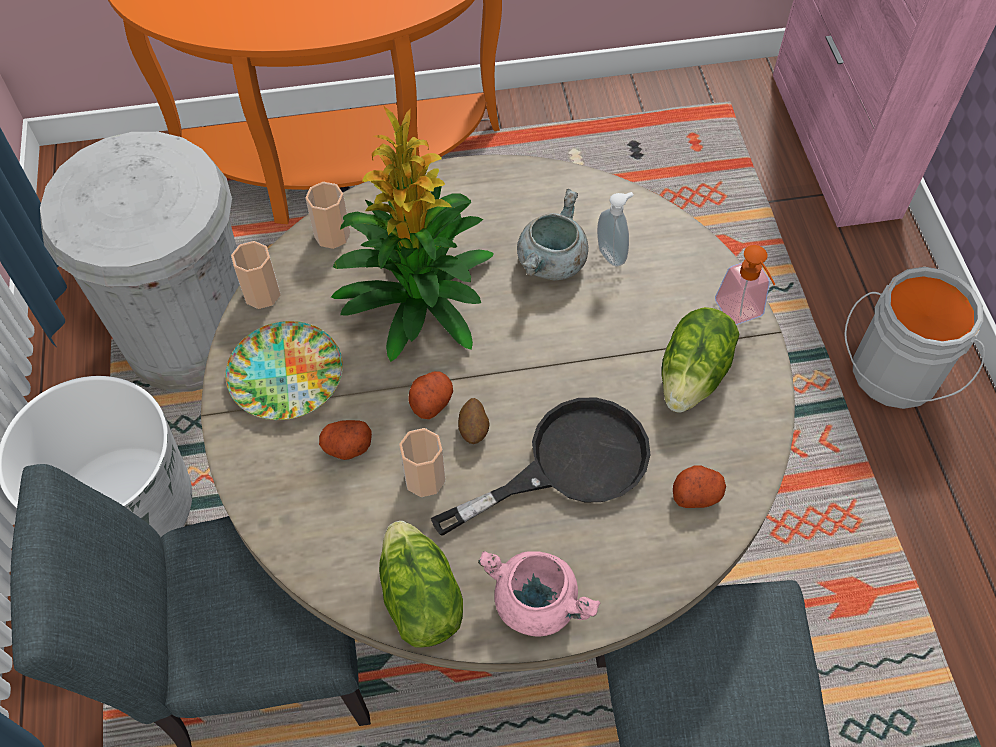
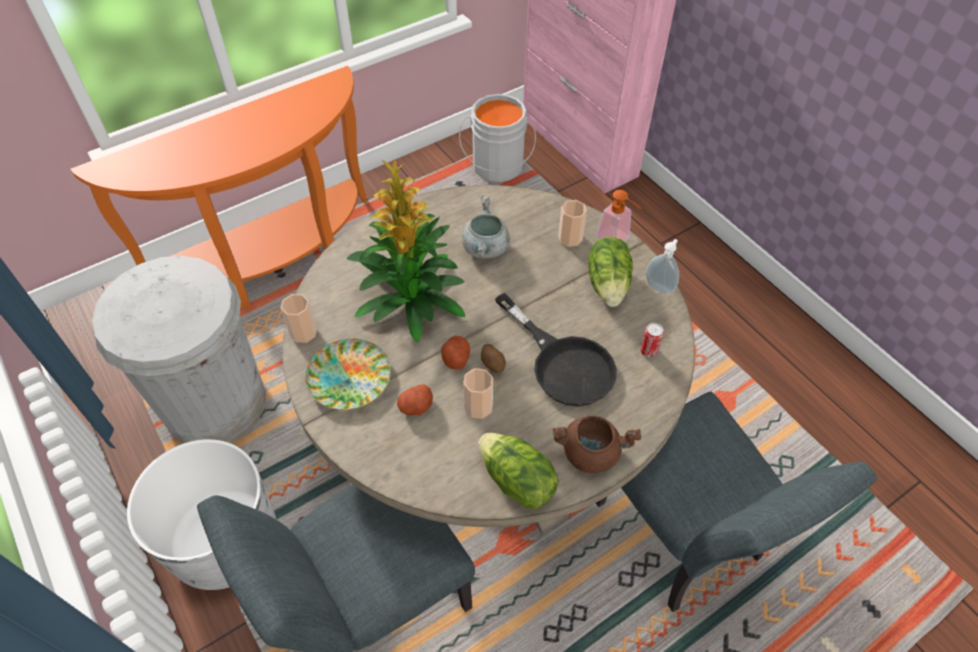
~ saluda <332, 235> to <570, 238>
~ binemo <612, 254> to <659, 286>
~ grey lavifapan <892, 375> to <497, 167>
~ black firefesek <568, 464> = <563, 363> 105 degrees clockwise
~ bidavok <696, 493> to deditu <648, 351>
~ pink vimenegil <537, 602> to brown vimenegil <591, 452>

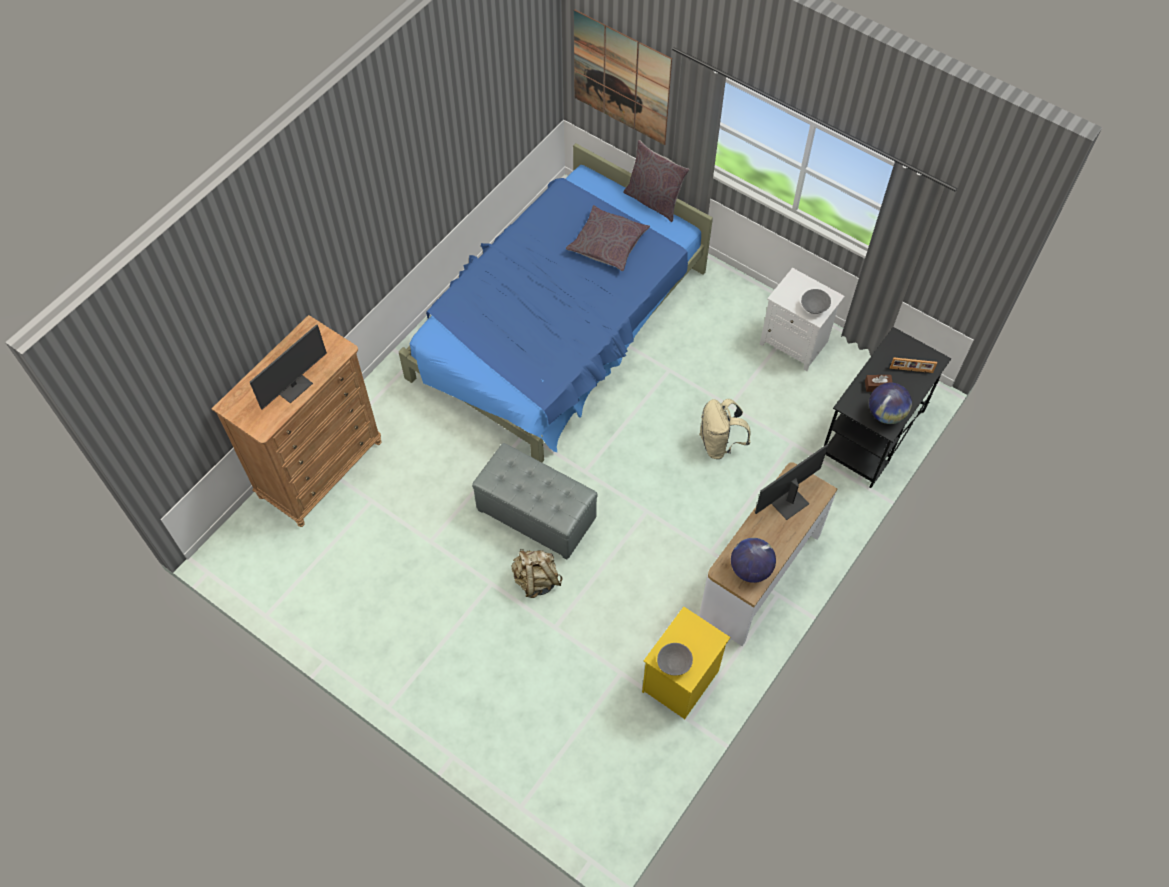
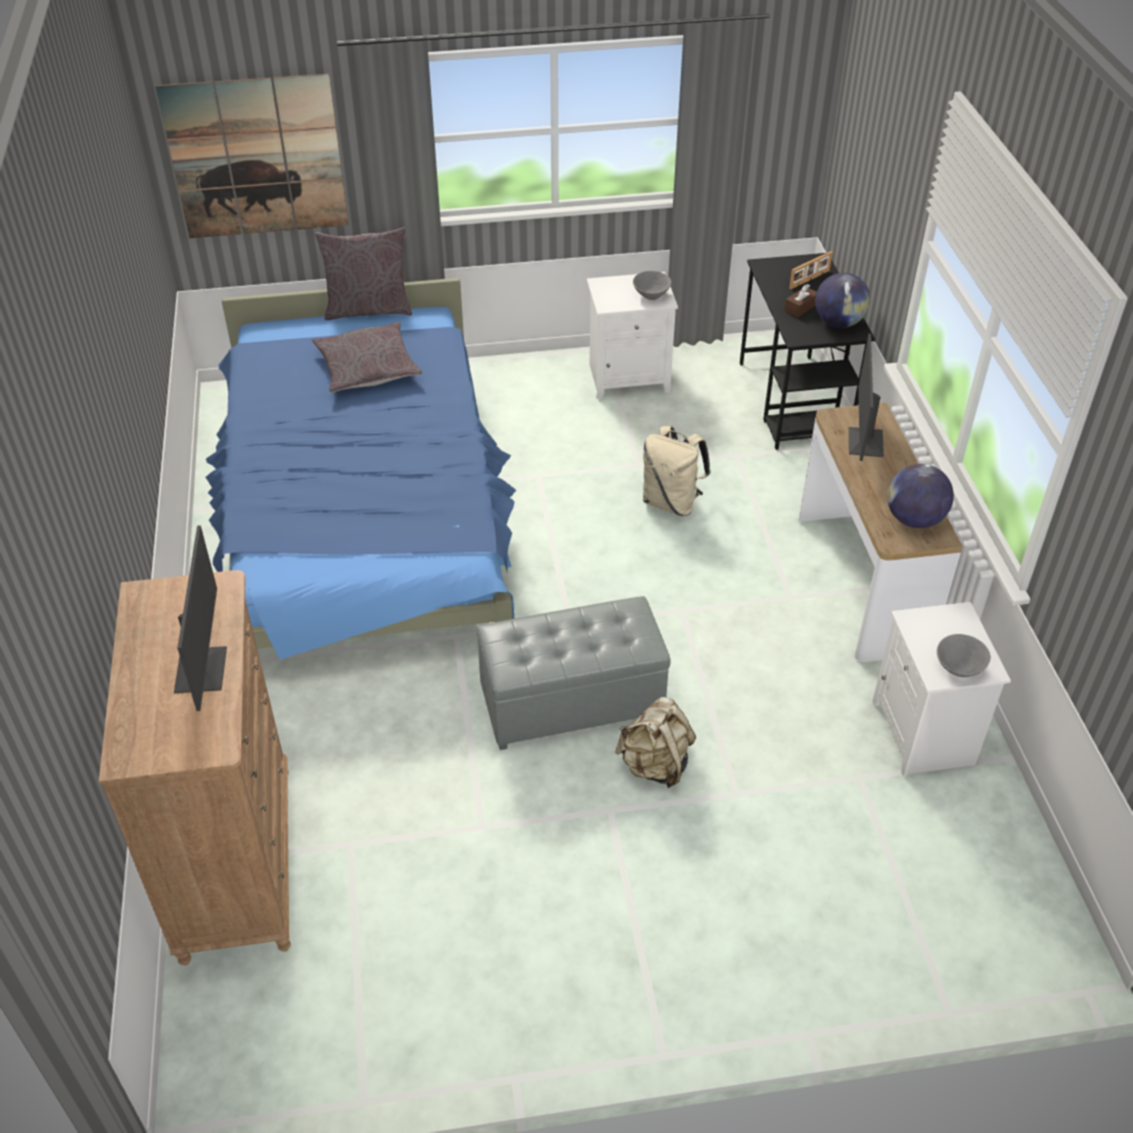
~ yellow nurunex <681, 682> to white nurunex <925, 735>

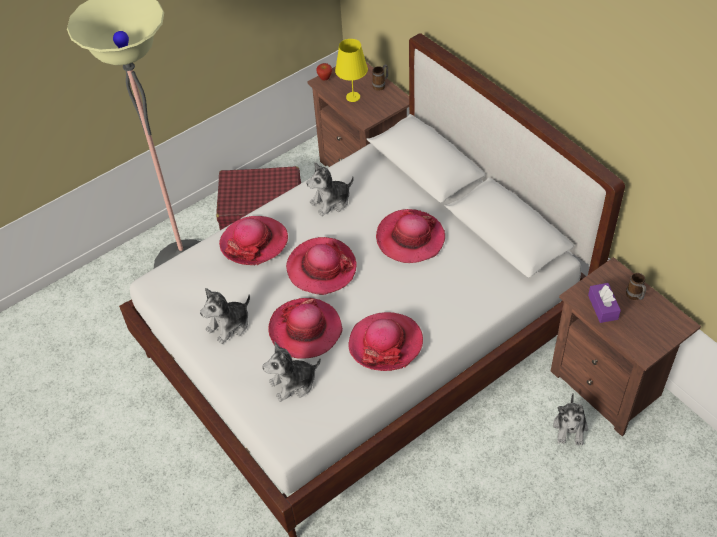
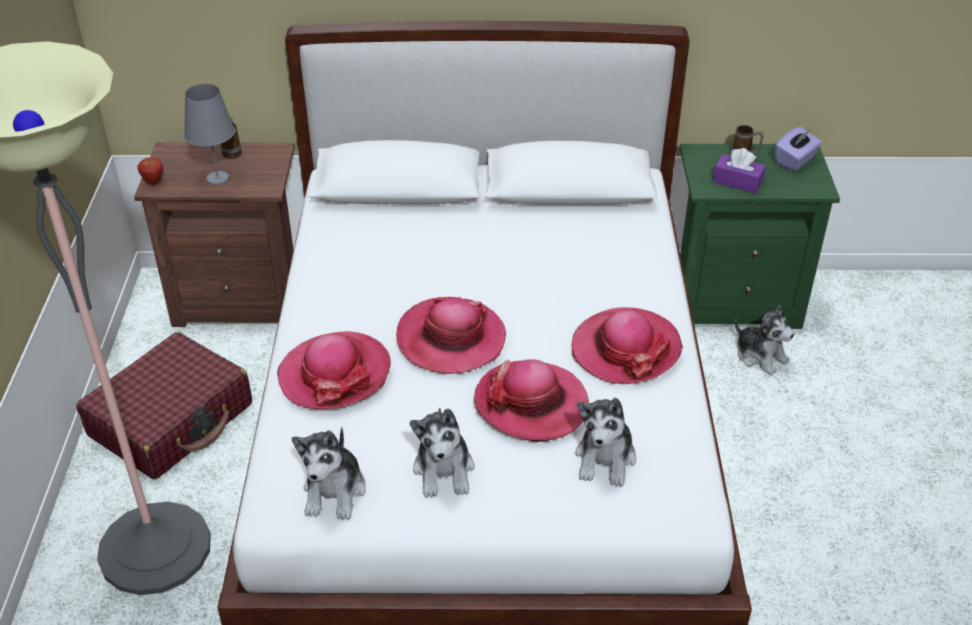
~ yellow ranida <353, 97> to grey ranida <218, 178>
~ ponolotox <331, 202> to <335, 491>
- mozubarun <410, 238>
~ brown nurunex <609, 385> to green nurunex <734, 301>
+ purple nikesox <795, 161>

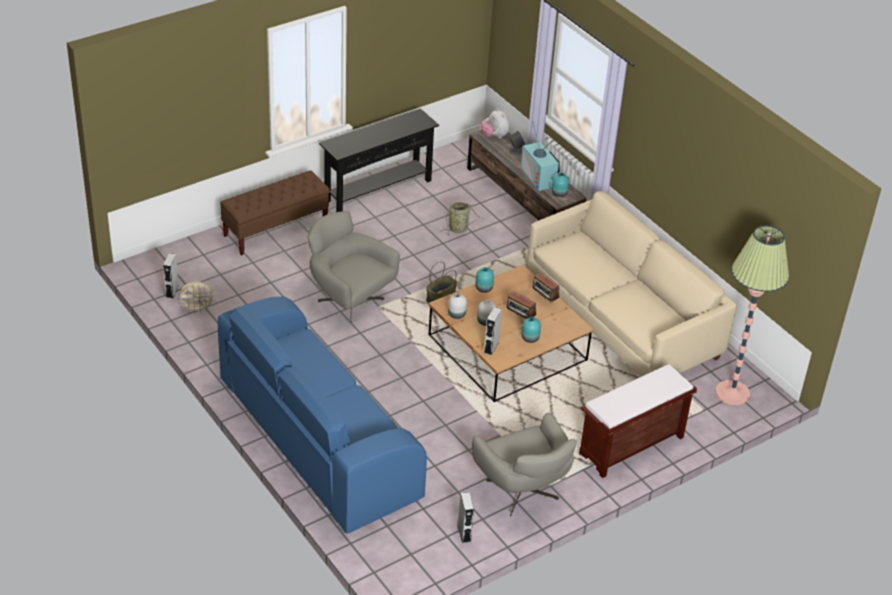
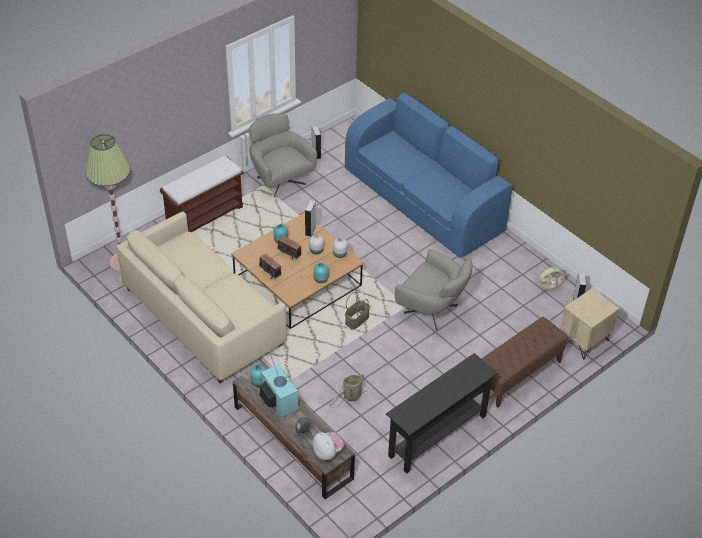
+ beige nurunex <584, 341>

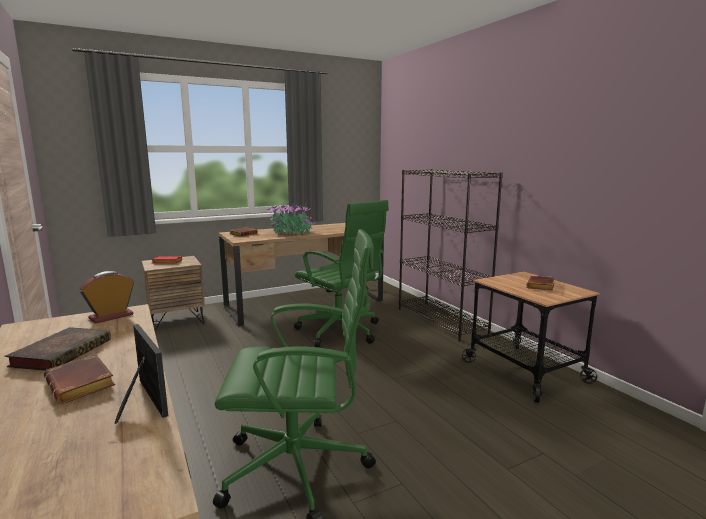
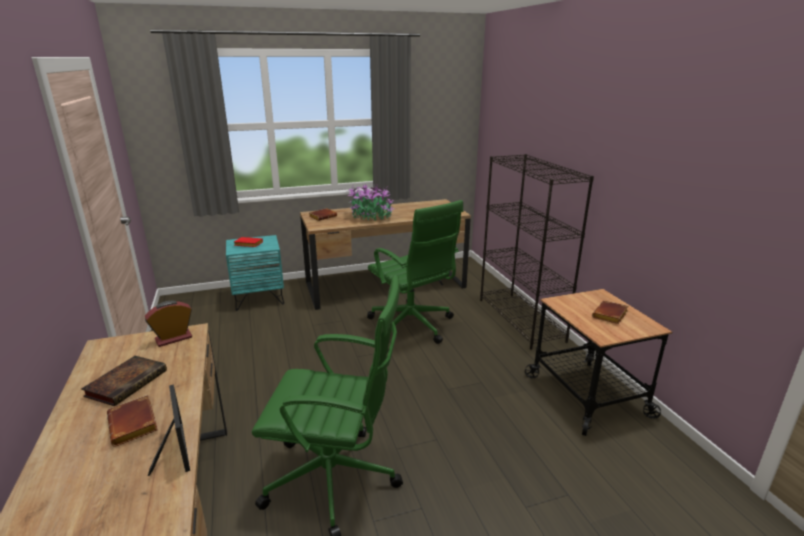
~ brown nurunex <176, 321> to turquoise nurunex <259, 298>

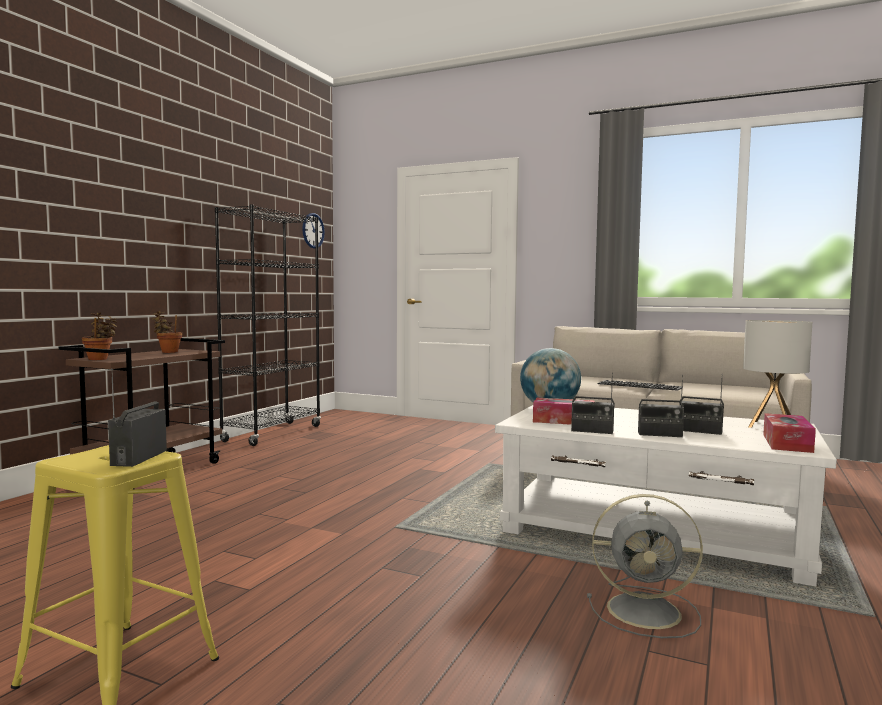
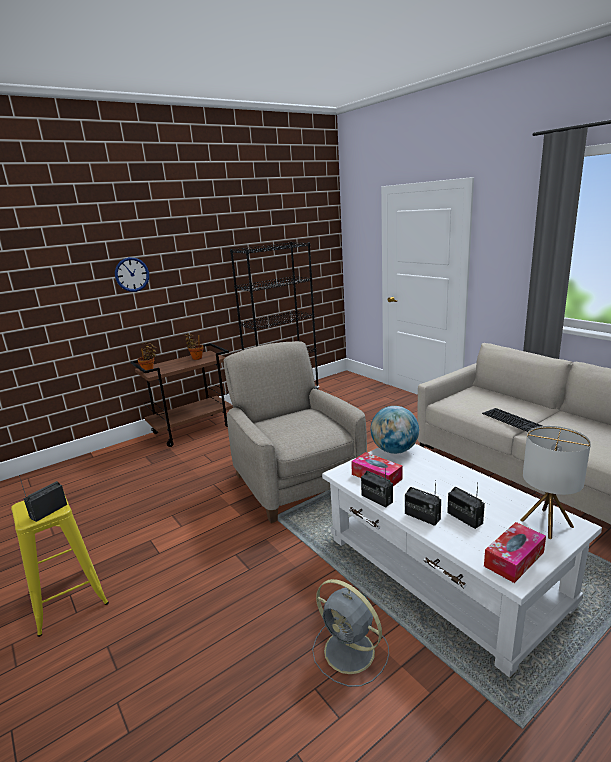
~ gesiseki <313, 230> to <132, 274>
+ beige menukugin <296, 481>

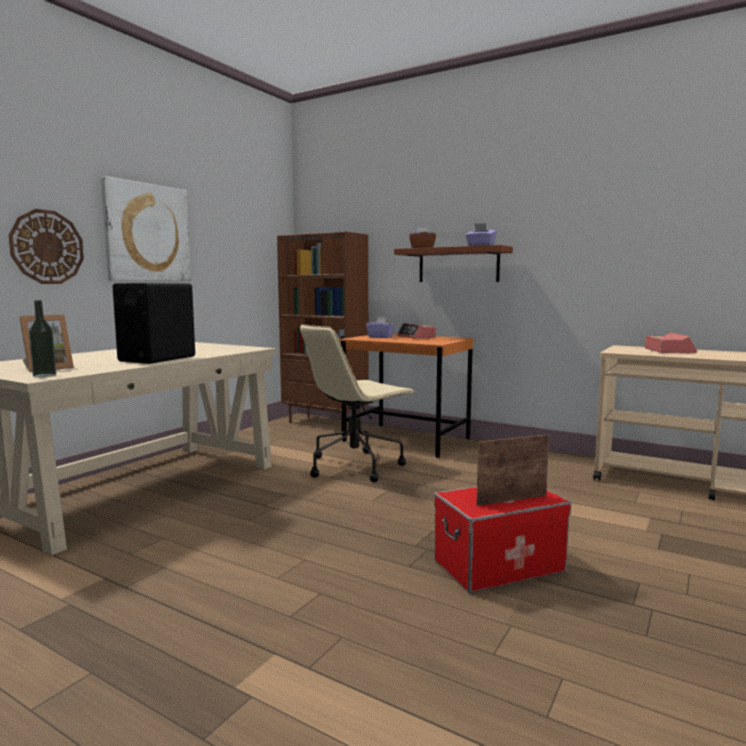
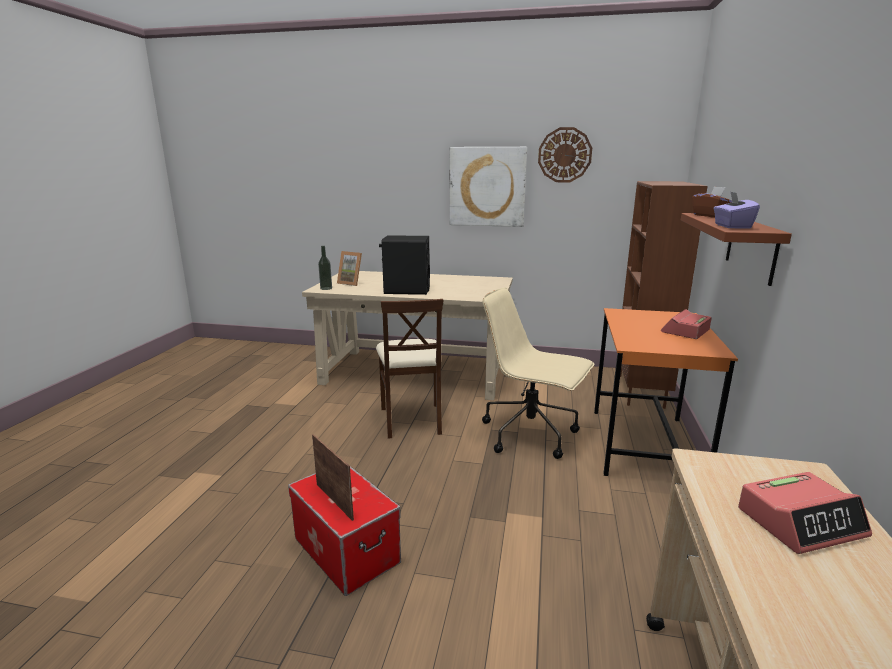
~ gesiseki <47, 247> to <564, 155>
- purple nikesox <380, 337>
+ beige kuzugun <411, 420>

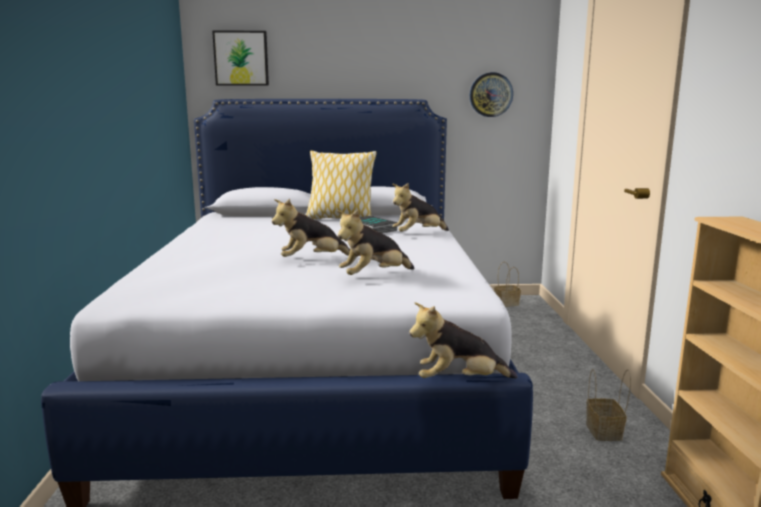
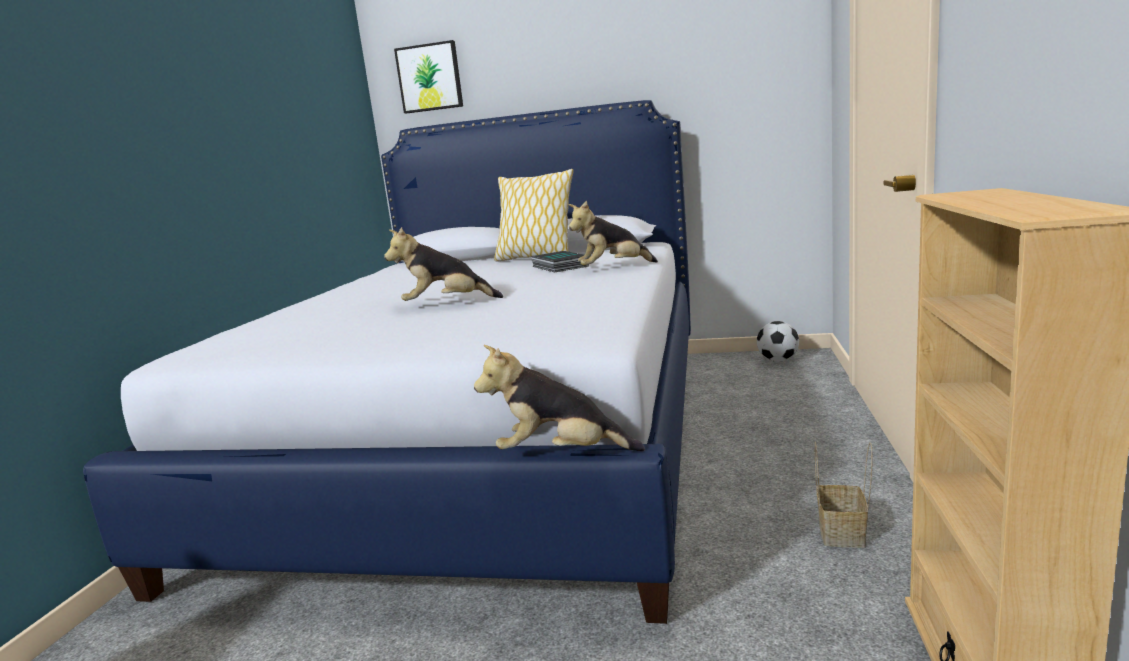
- gesiseki <491, 94>
- ponolotox <374, 277>
~ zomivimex <506, 303> to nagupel <778, 360>

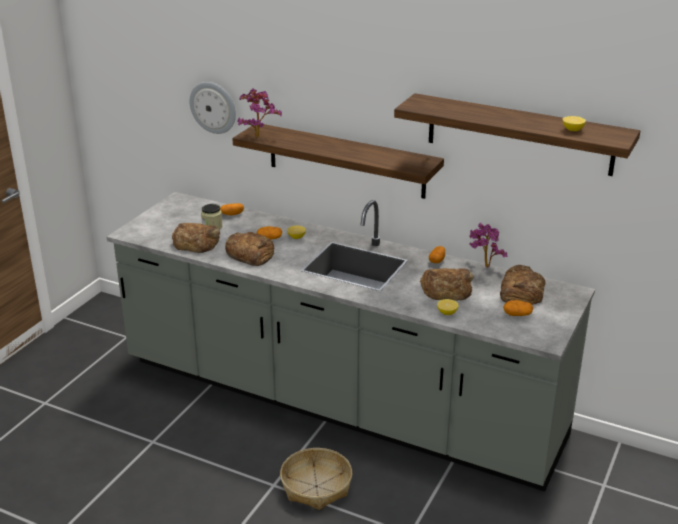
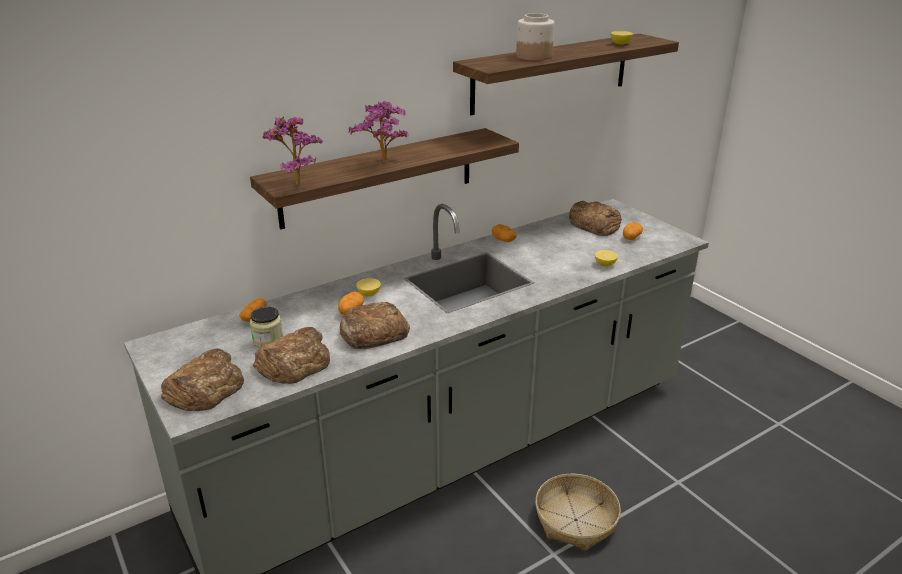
- gesiseki <213, 107>
~ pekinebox <483, 267> to <383, 163>
~ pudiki <447, 289> to <205, 388>
+ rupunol <533, 56>

